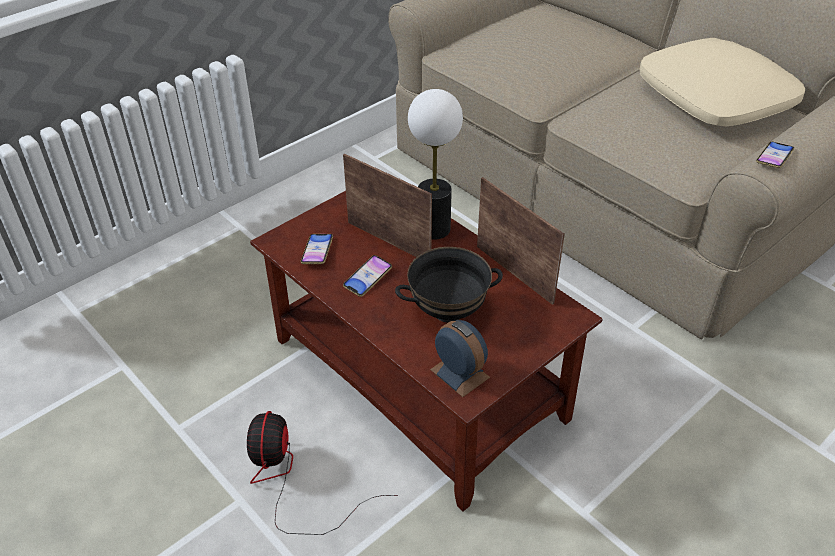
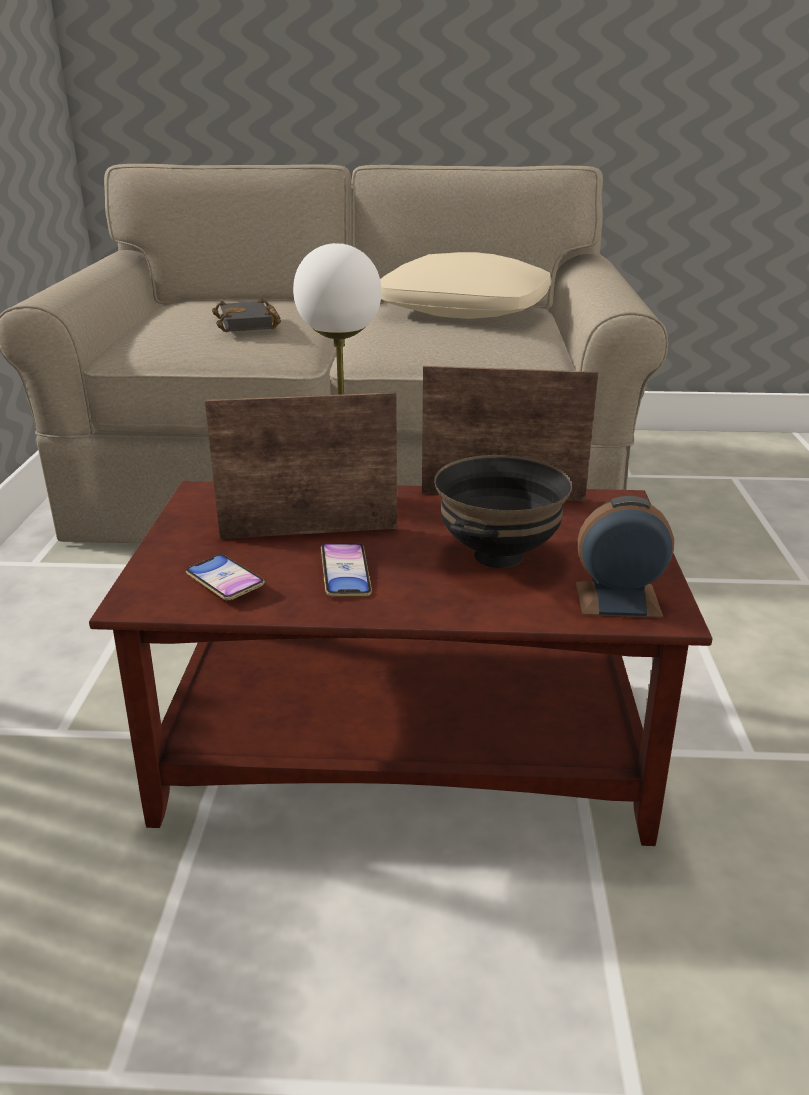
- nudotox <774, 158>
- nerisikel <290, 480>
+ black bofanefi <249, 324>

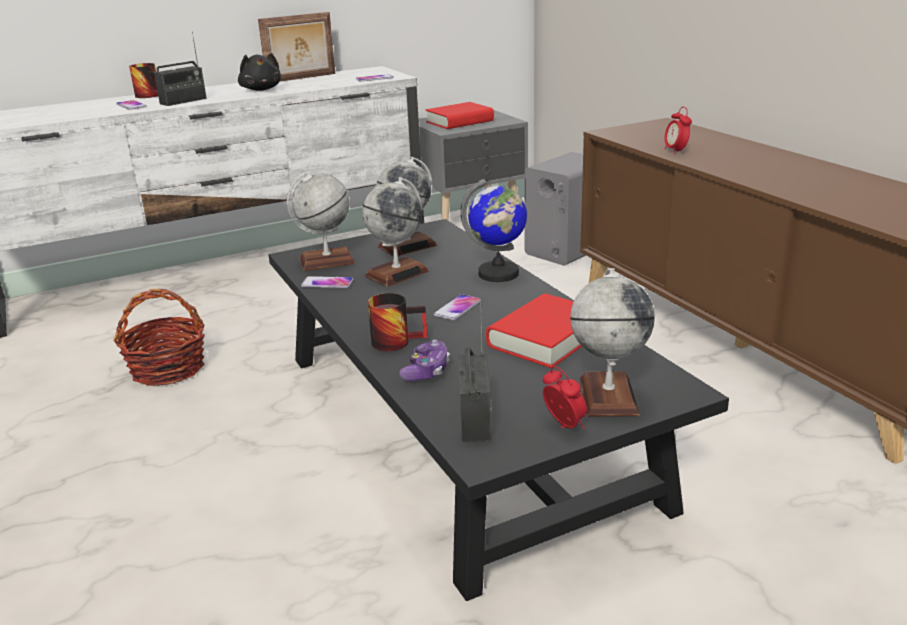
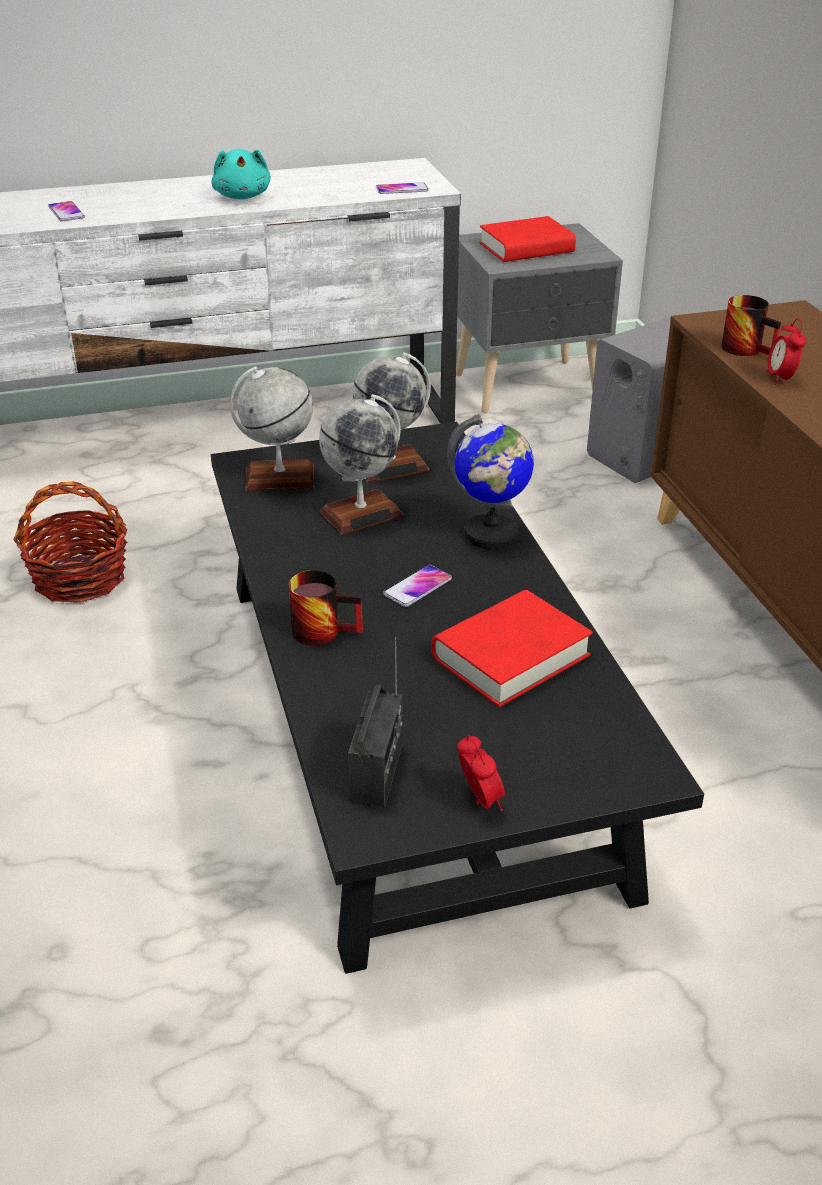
- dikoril <302, 78>
- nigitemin <183, 101>
~ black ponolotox <261, 90> to turquoise ponolotox <242, 196>
~ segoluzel <152, 95> to <749, 349>
- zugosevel <608, 396>
- nudotox <327, 283>
- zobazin <426, 371>

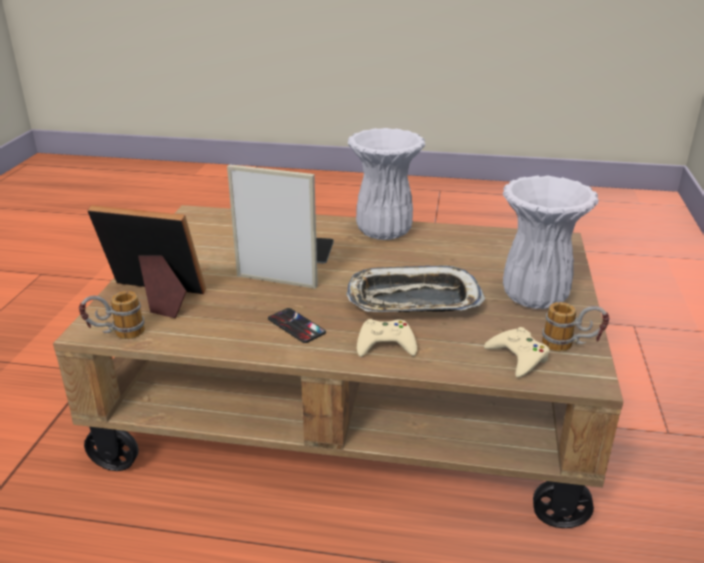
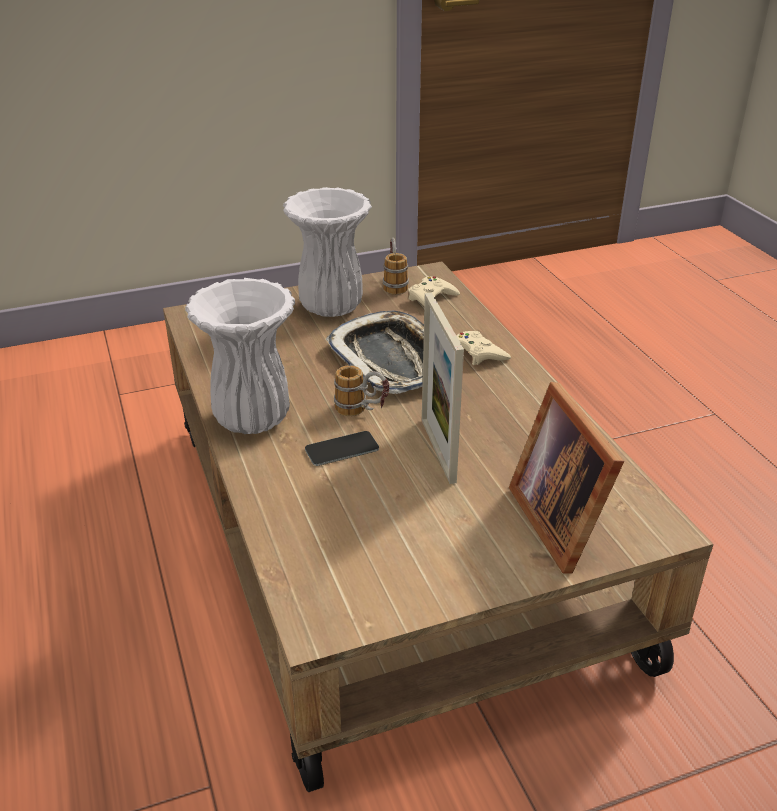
~ segoluzel <116, 335> to <362, 412>
- nudotox <296, 326>

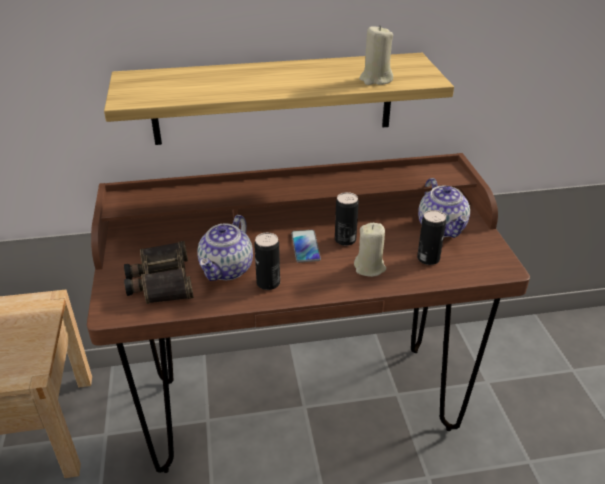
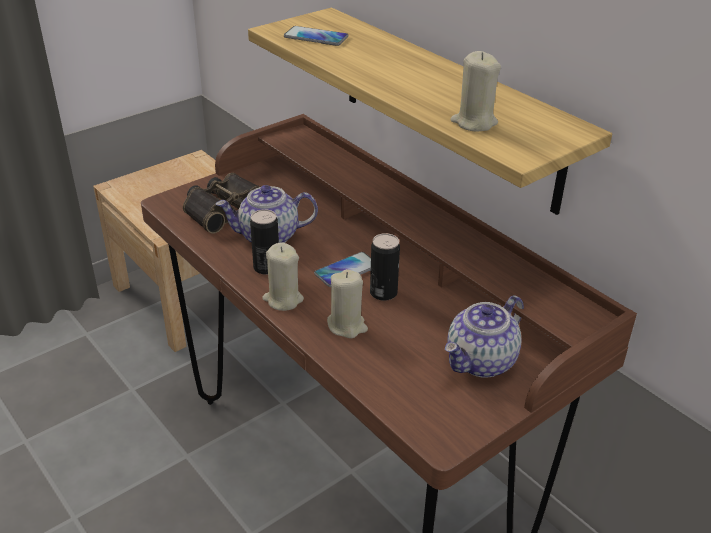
- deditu <428, 259>
+ nudotox <316, 37>
+ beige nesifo <283, 299>

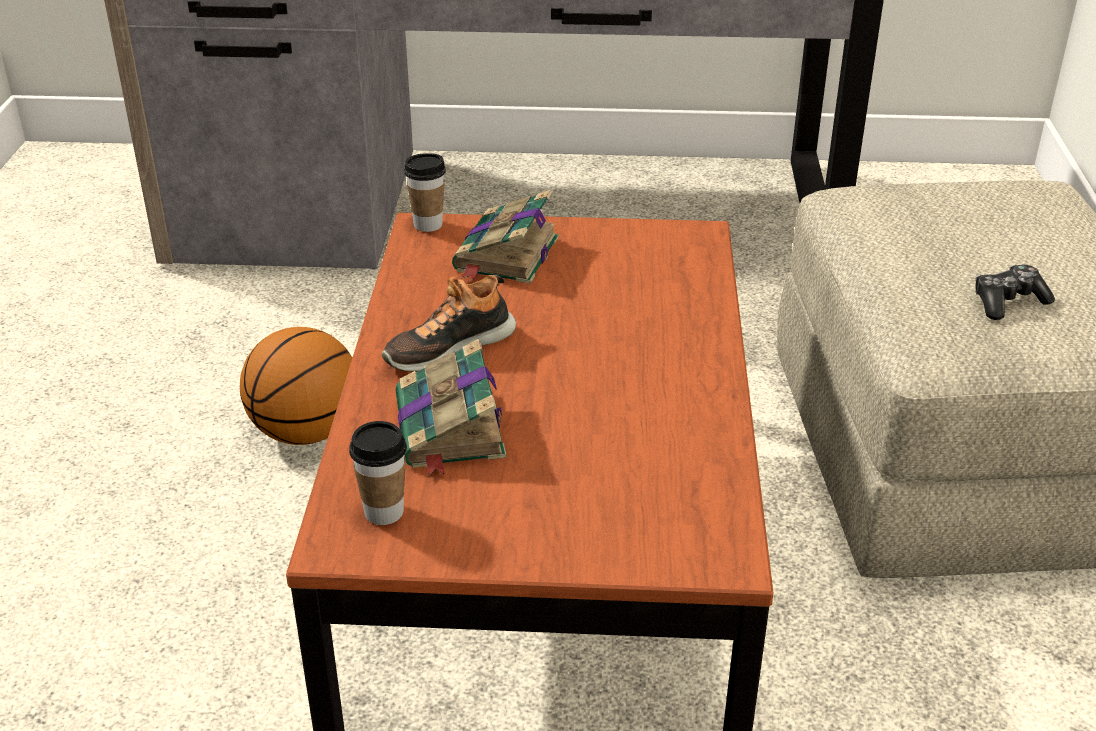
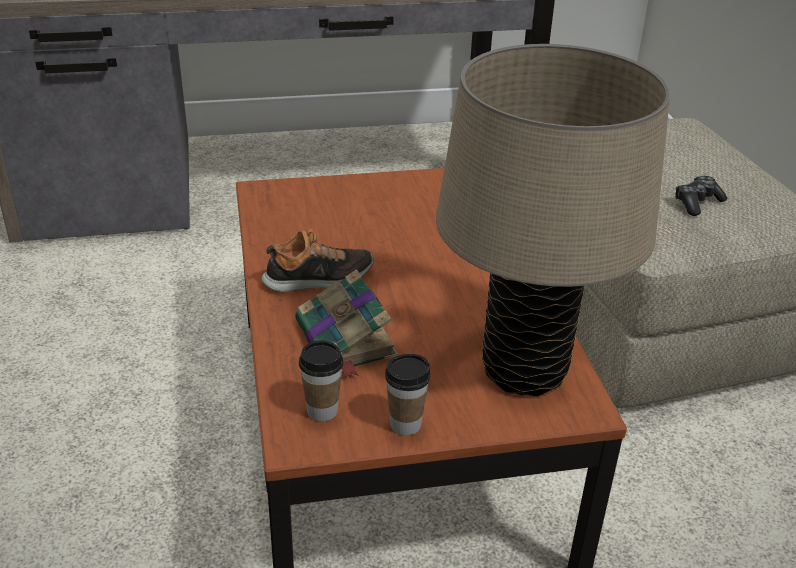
~ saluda <428, 225> to <405, 424>
- bofanefi <505, 255>
~ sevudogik <448, 347> = <319, 279> 150 degrees counterclockwise
- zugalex <305, 432>
+ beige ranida <524, 371>

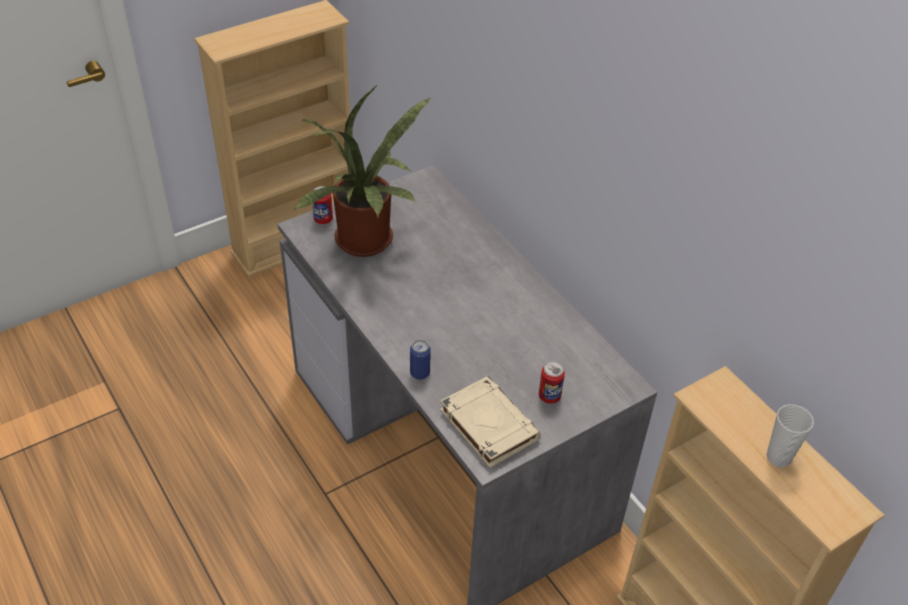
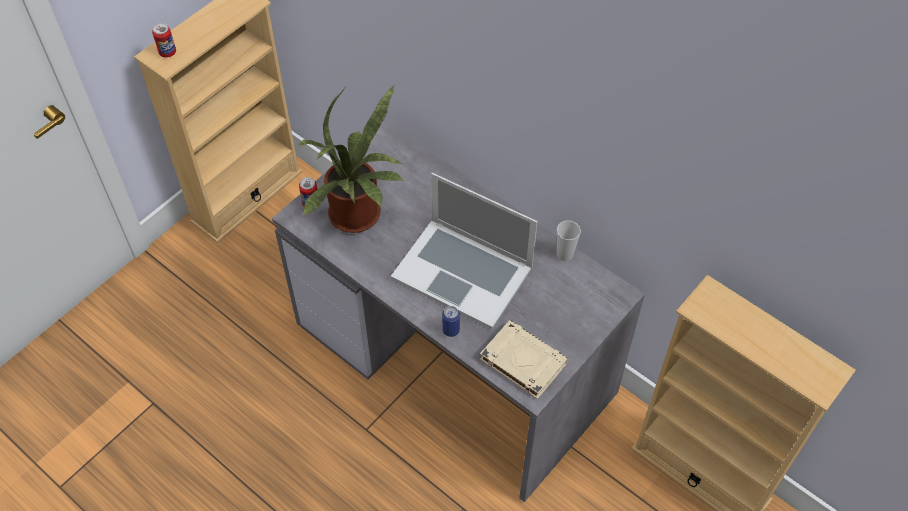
~ deditu <549, 396> to <167, 52>
~ saluda <778, 457> to <565, 254>
+ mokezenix <463, 271>

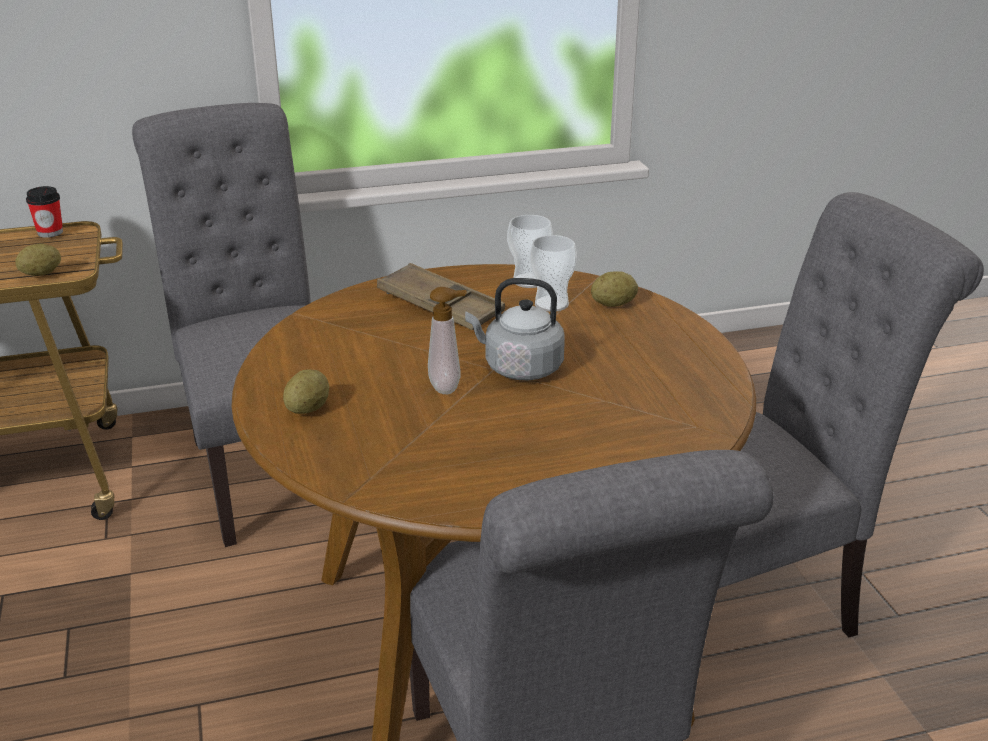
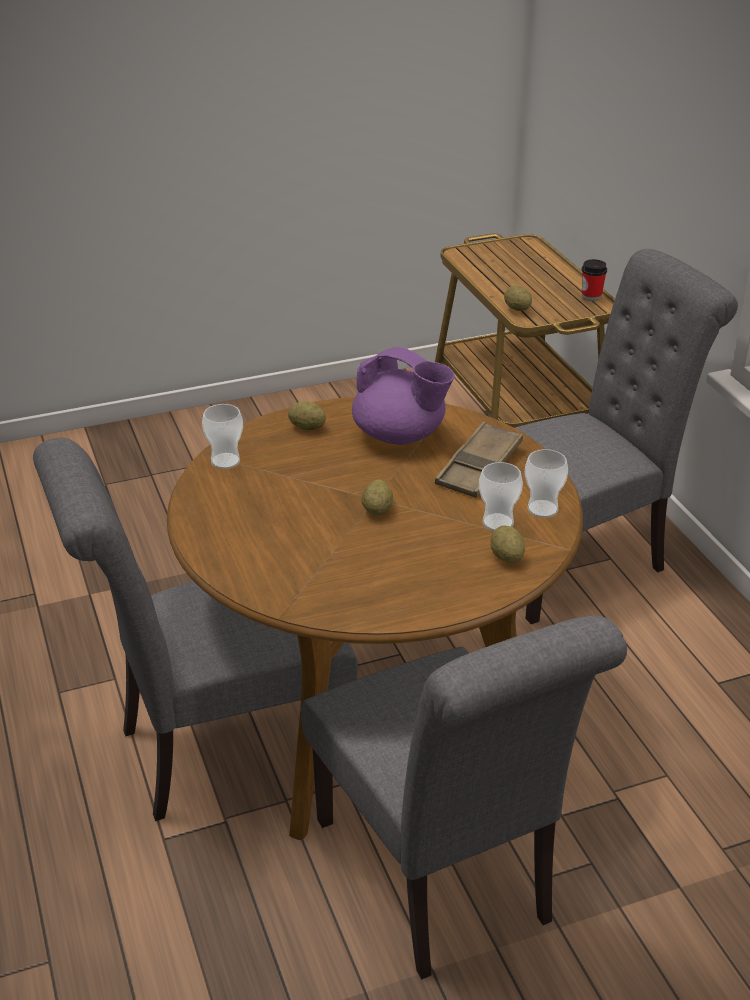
~ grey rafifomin <519, 368> to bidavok <377, 510>
- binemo <448, 387>
+ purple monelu <400, 436>
+ saluda <225, 461>

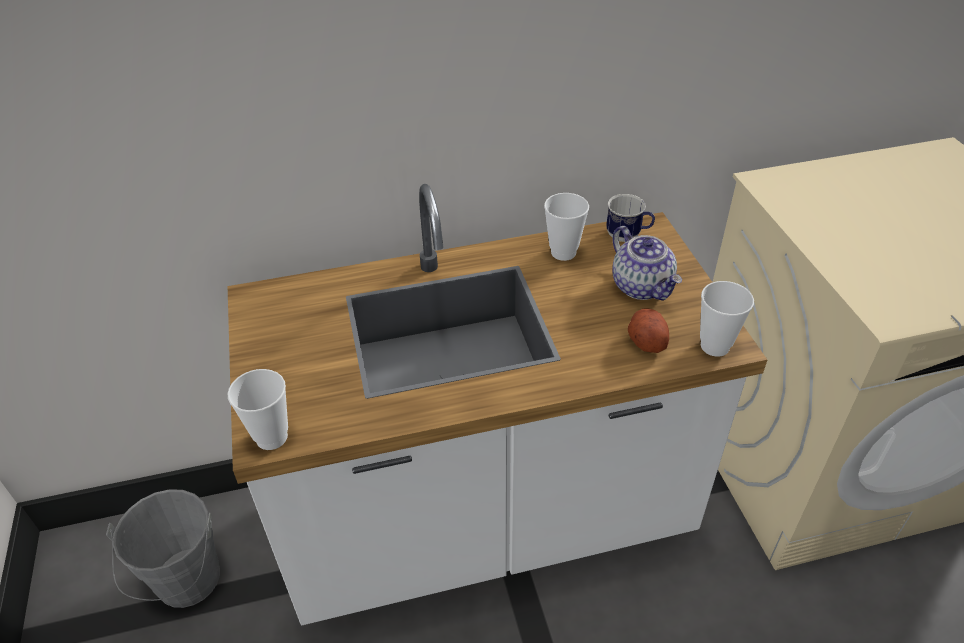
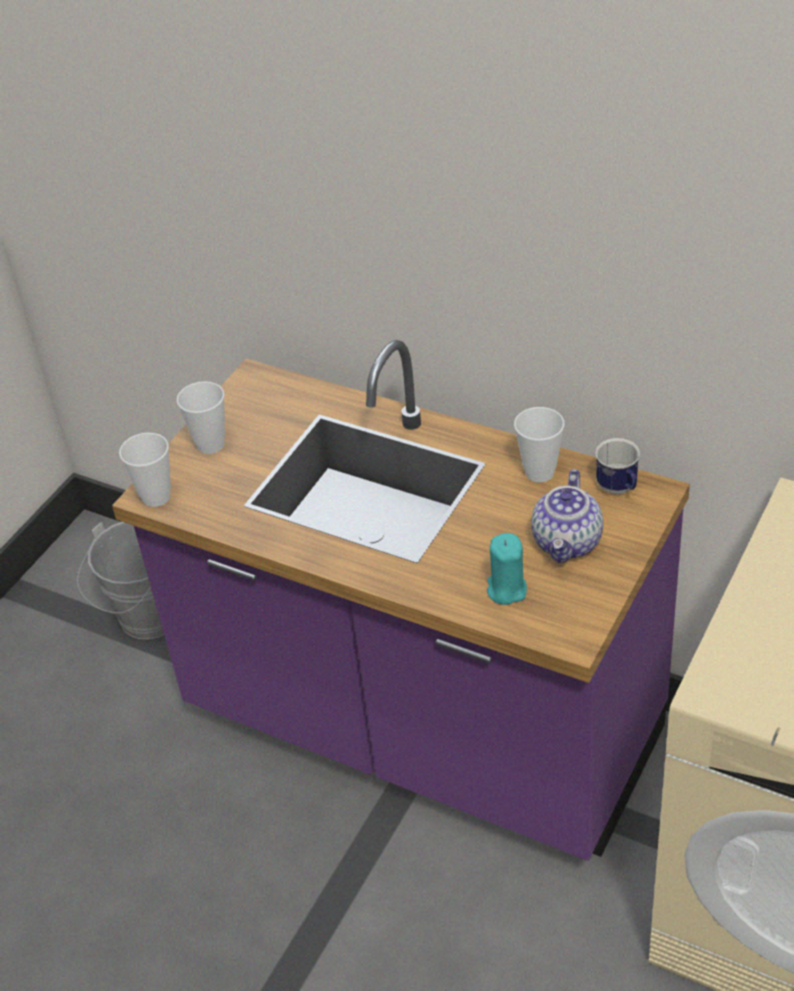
~ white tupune <487, 522> to purple tupune <421, 729>
~ saluda <715, 346> to <210, 444>
~ bidavok <646, 340> to turquoise nesifo <506, 589>

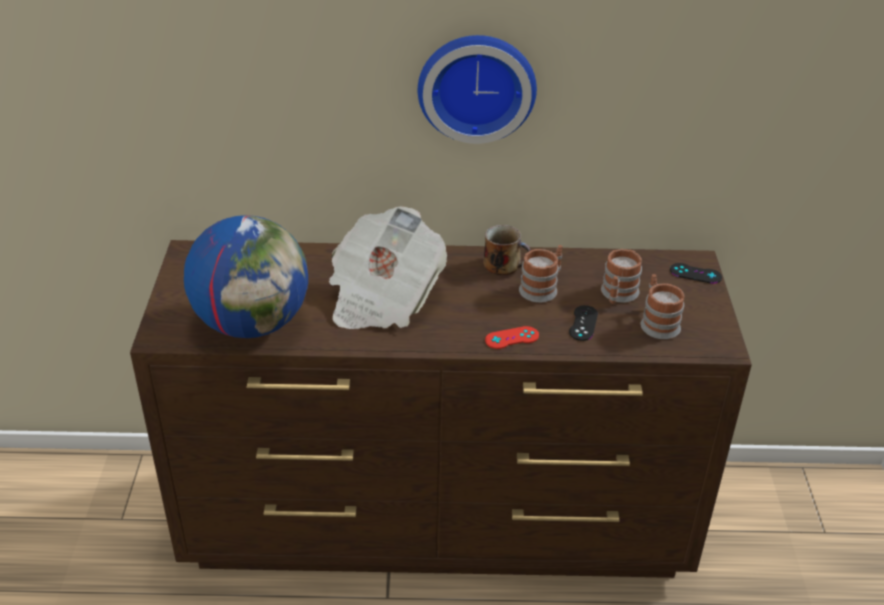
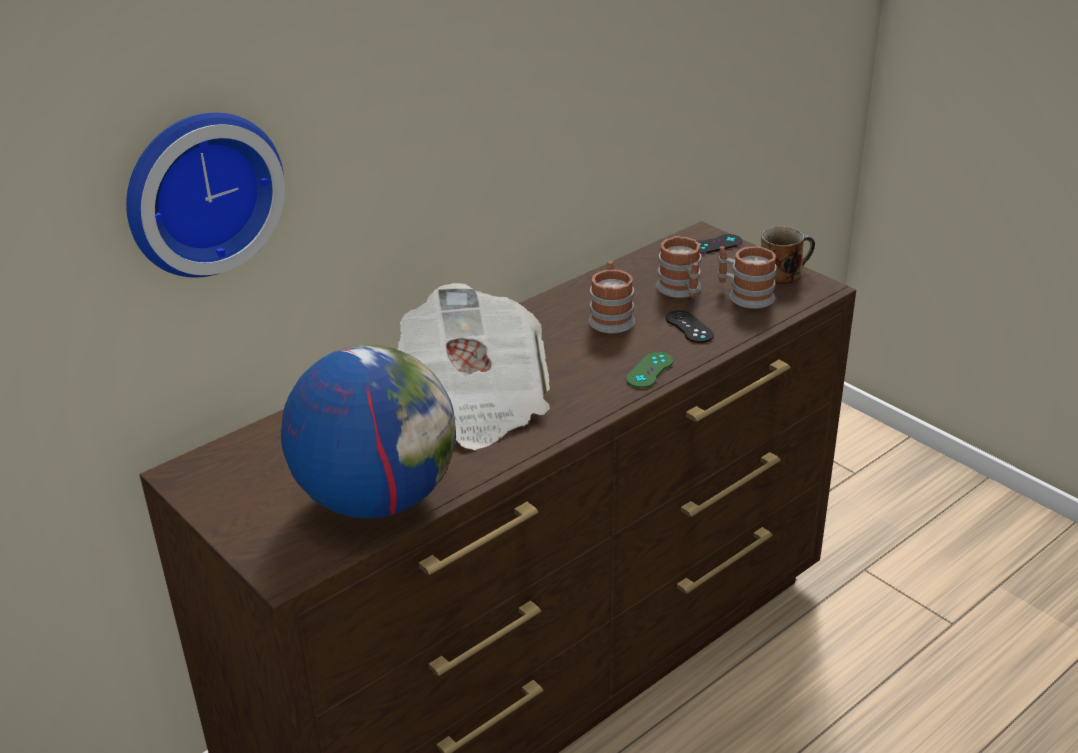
~ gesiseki <476, 85> to <200, 191>
~ segoluzel <504, 264> to <782, 272>
~ red zobazin <512, 338> to green zobazin <649, 370>

